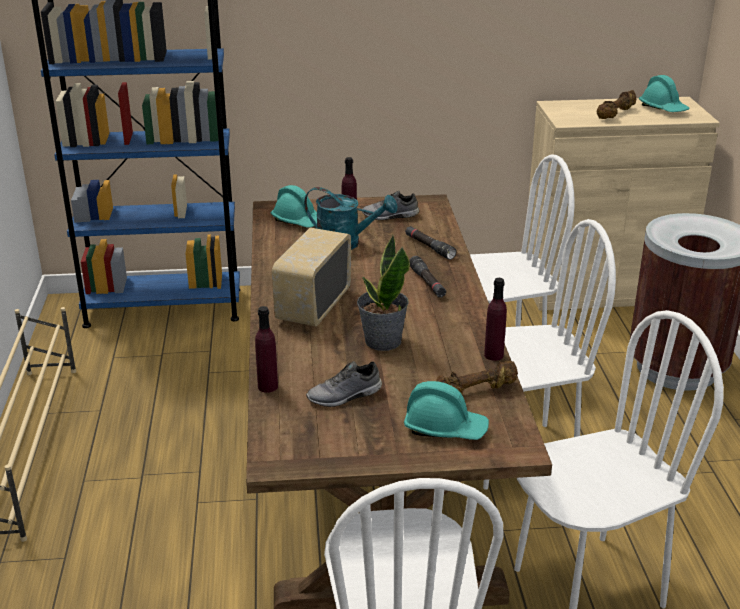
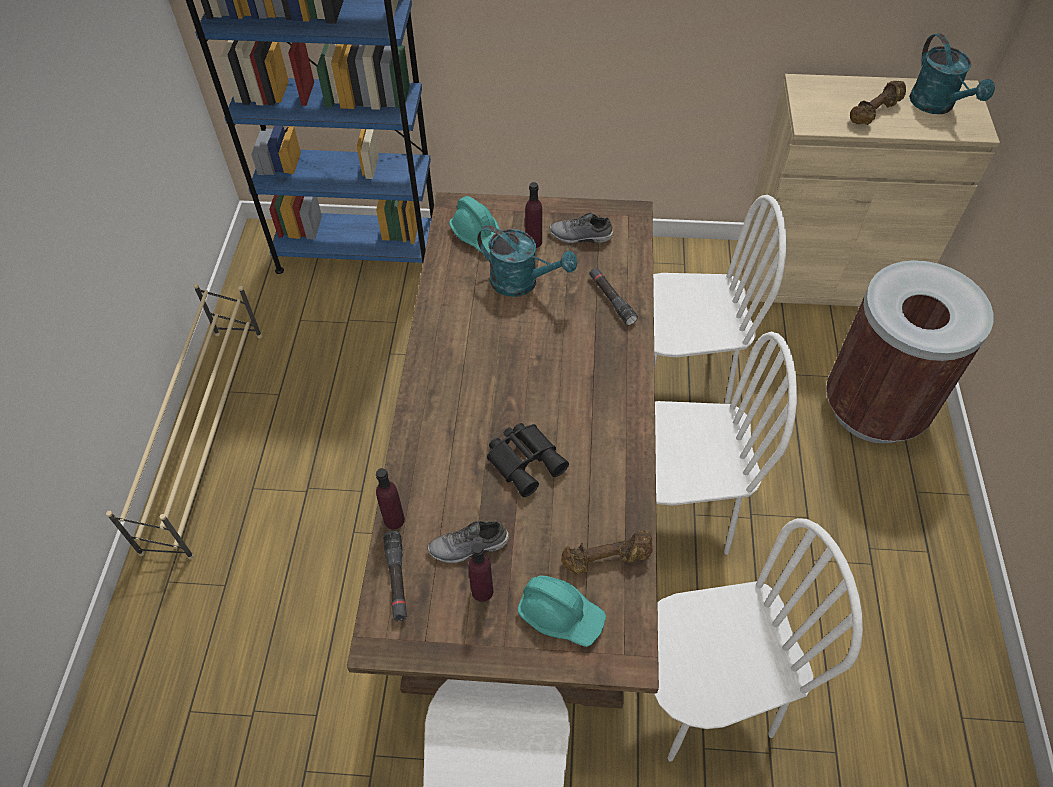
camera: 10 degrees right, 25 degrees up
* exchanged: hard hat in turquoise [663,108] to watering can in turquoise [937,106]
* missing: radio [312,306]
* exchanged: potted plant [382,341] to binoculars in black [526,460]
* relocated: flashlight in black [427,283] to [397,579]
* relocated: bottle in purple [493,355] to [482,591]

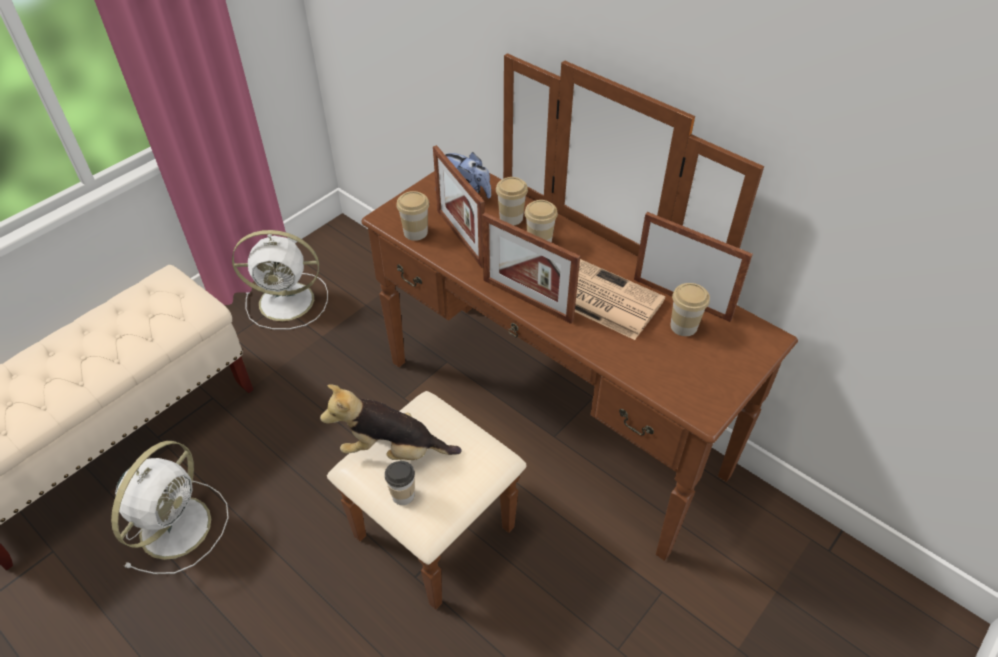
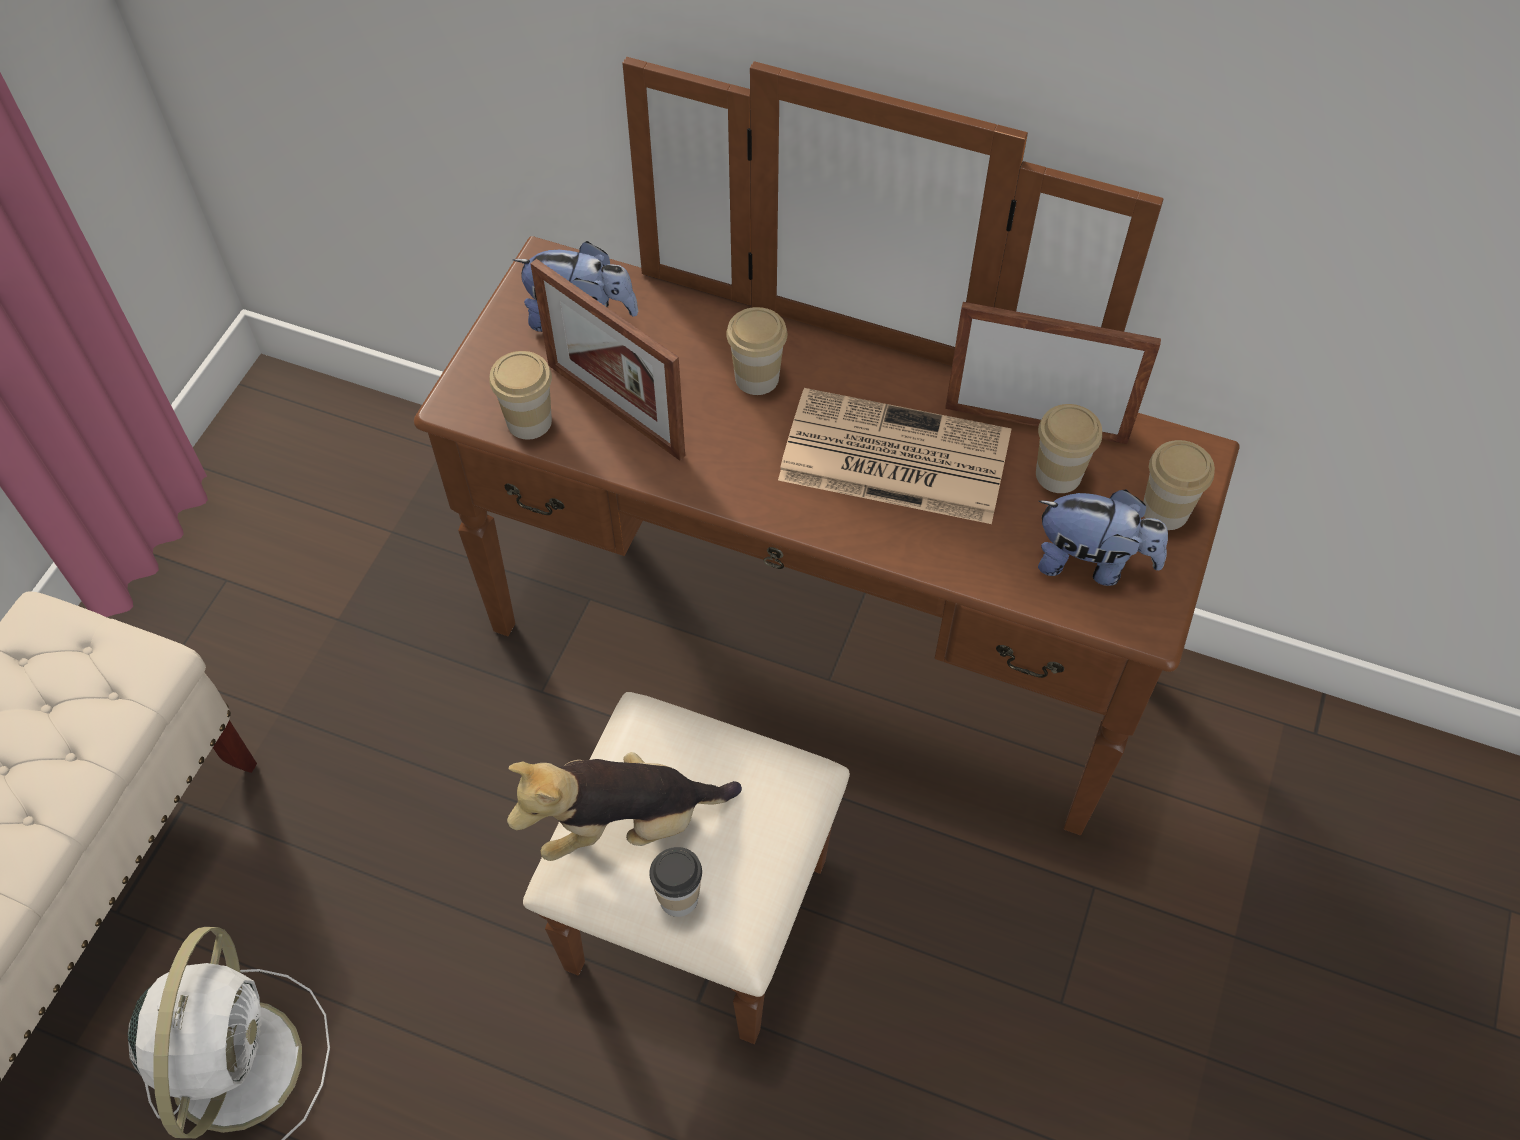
camera: 20 degrees left, 10 degrees up
* relocated: cup [511,218] to [1165,510]
* missing: picture frame [527,300]
* missing: fan in white [289,301]
* appeared: plush toy [1092,562]

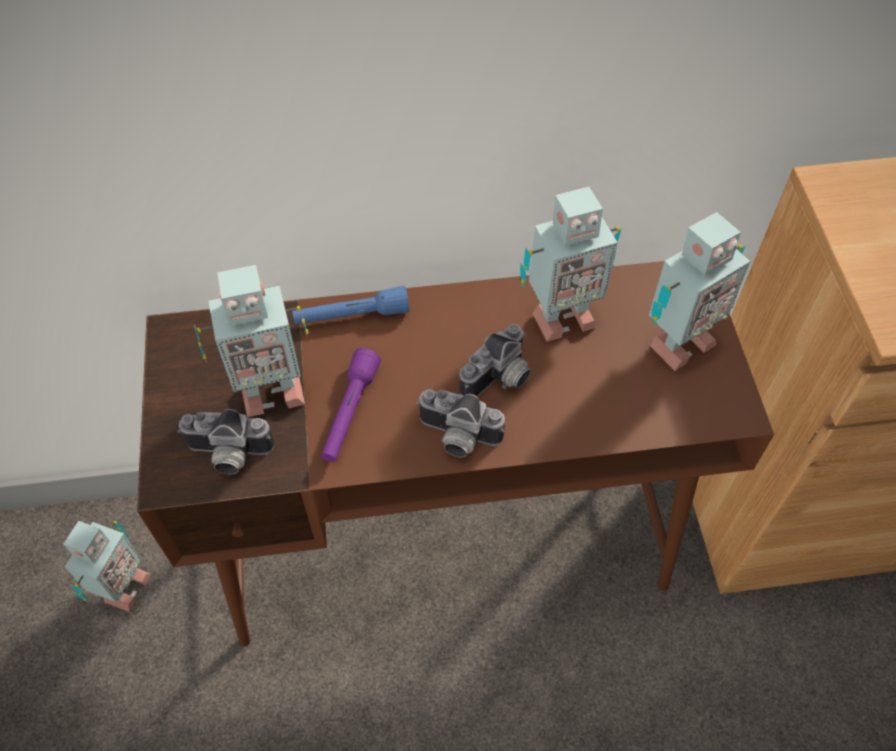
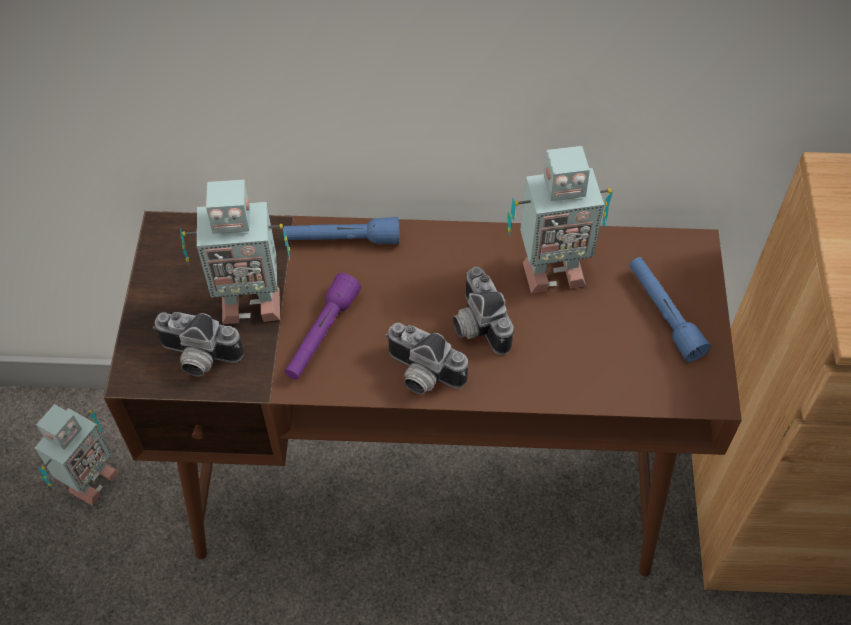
camera: 10 degrees right, 0 degrees up
* exchanged: toy robot [676,343] to flashlight in blue [663,314]
* spun: photo camera [500,380] = [476,325] 105 degrees clockwise

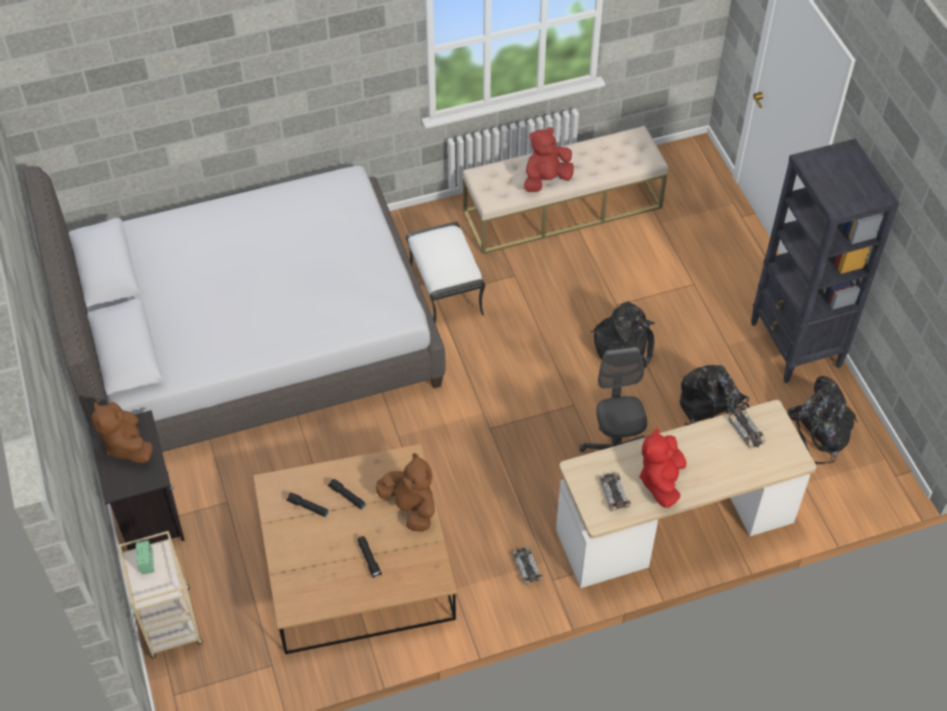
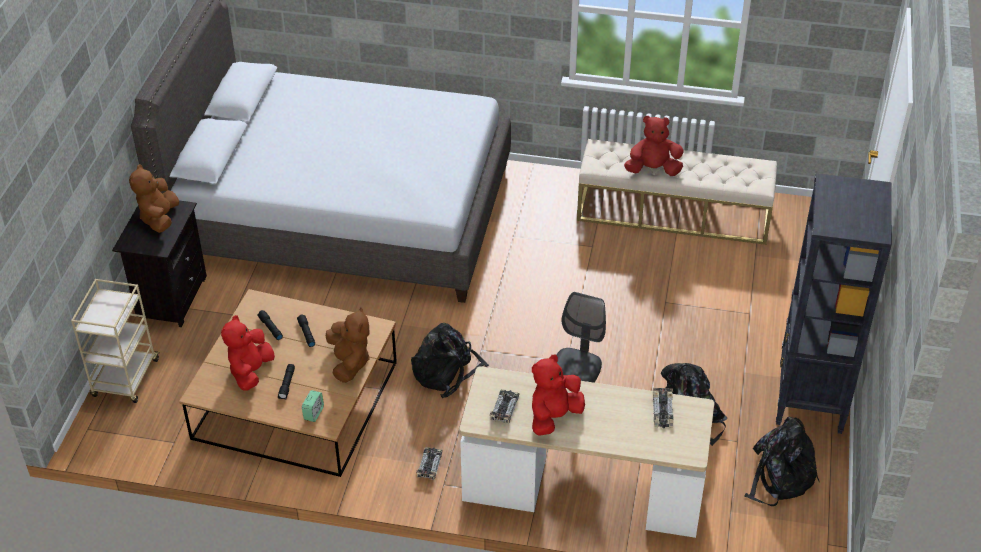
camera: 30 degrees right, 10 degrees down
* missing: ottoman in white [444,290]
* relocated: backpack in black [624,344] to [447,372]
* relocated: alarm clock [147,563] to [313,413]
* appeared: plush toy in red [251,371]

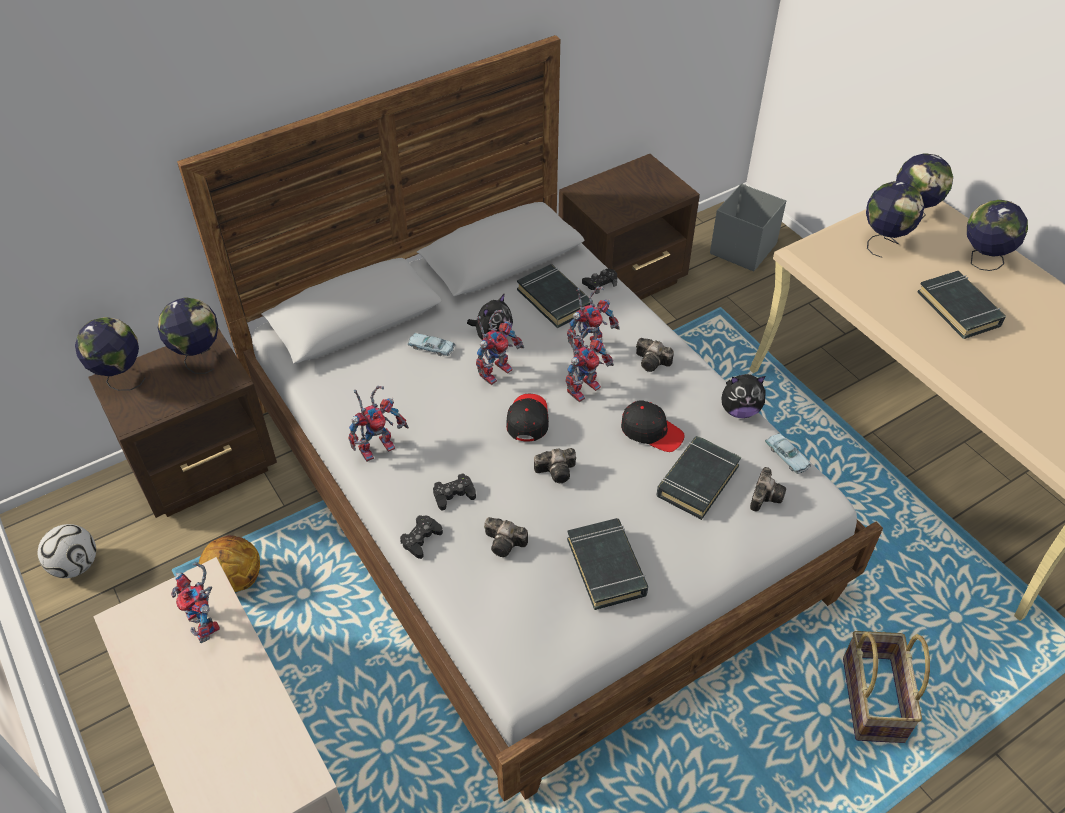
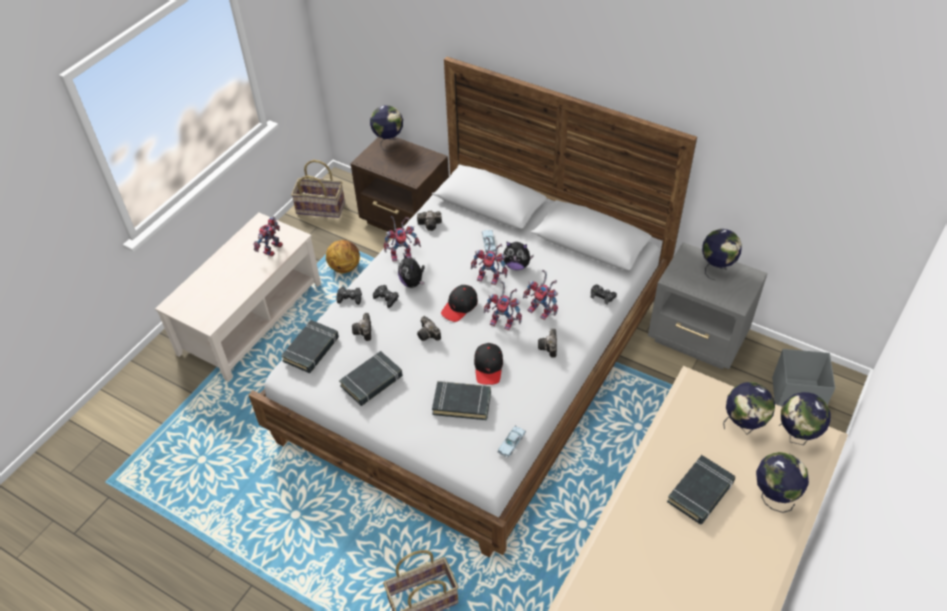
camera: 65 degrees right, 0 degrees up
* colour: nightstand in brown [624,281] to nightstand in grey [698,339]
* relocated: book in black [554,300] to [311,349]
* relocated: globe [199,357] to [716,268]
* relocated: plush toy [739,410] to [412,282]
* spun: toy robot [378,445] = [402,254] 45 degrees counterclockwise
* spun: cap in black [527,420] = [460,306] 150 degrees clockwise
* relocated: photo camera [765,495] to [431,224]
* exchanged: football [76,565] to basket [321,207]

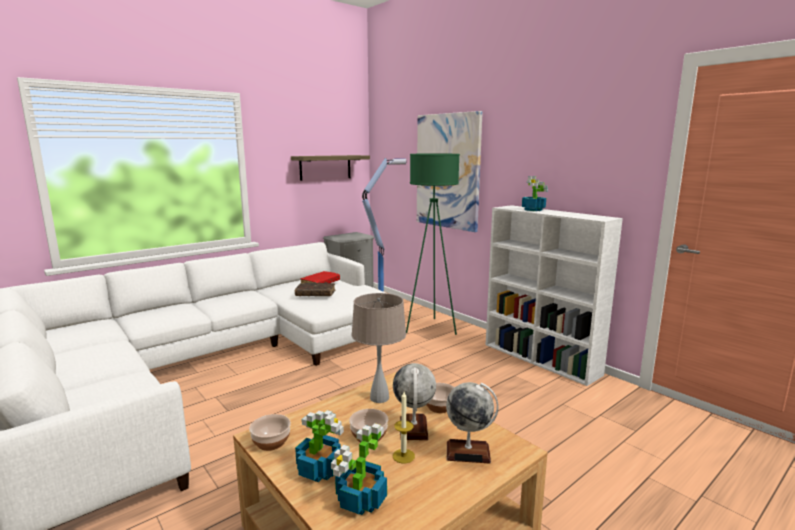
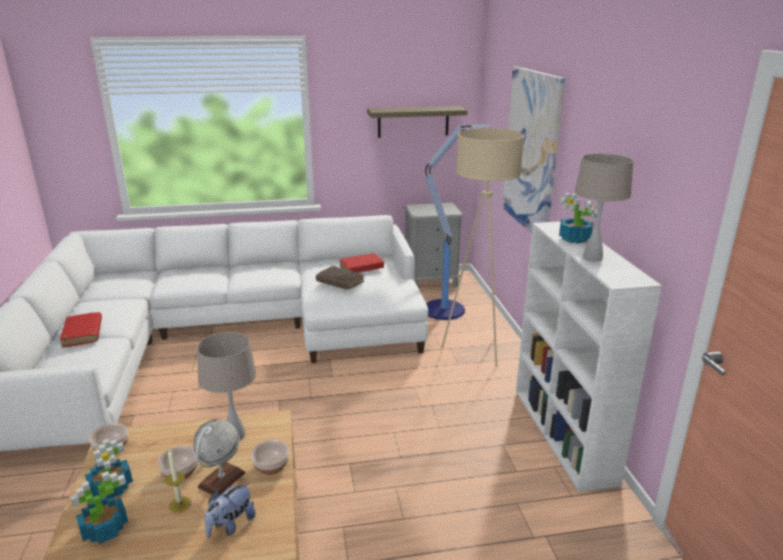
camera: 30 degrees right, 10 degrees up
* colour: floor lamp in green [431,328] to floor lamp in beige [477,349]
* exchanged: globe [468,452] to plush toy [231,525]
* appeared: table lamp in beige [592,257]
* appeared: book in red [83,334]

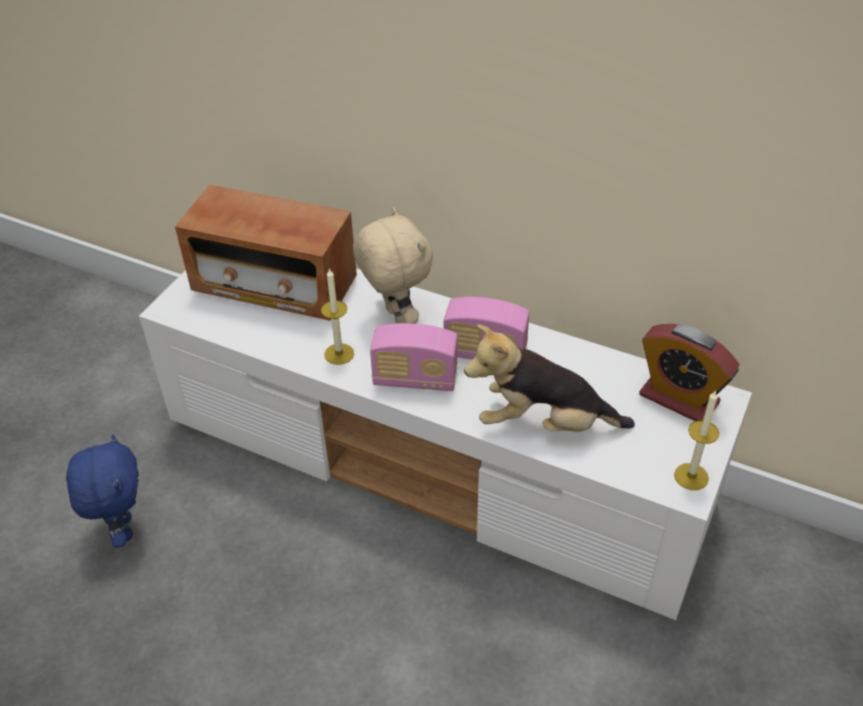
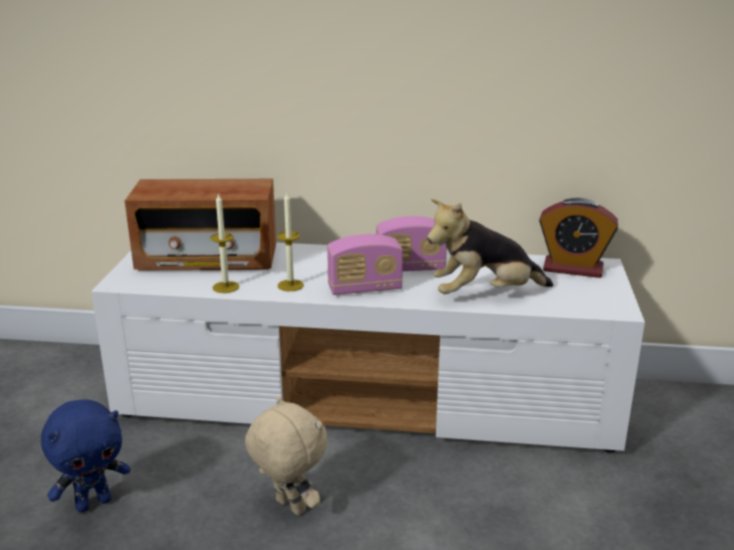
camera: 20 degrees left, 20 degrees down
* relocated: plush toy in beige [395,317] to [288,507]
* relocated: candle [691,476] to [225,287]
* spun: plush toy in blue [122,529] = [94,503] 90 degrees clockwise

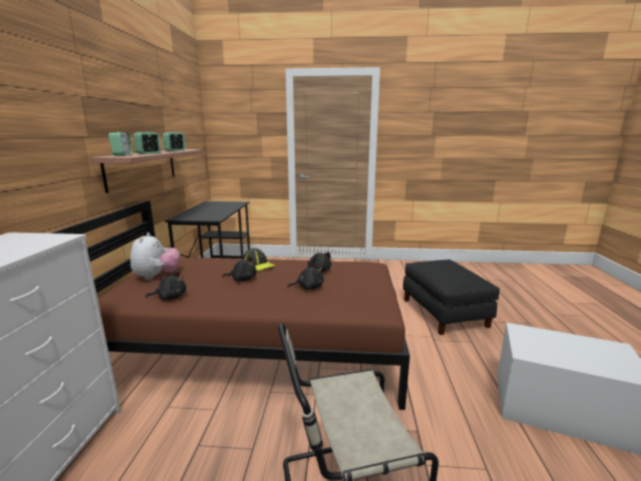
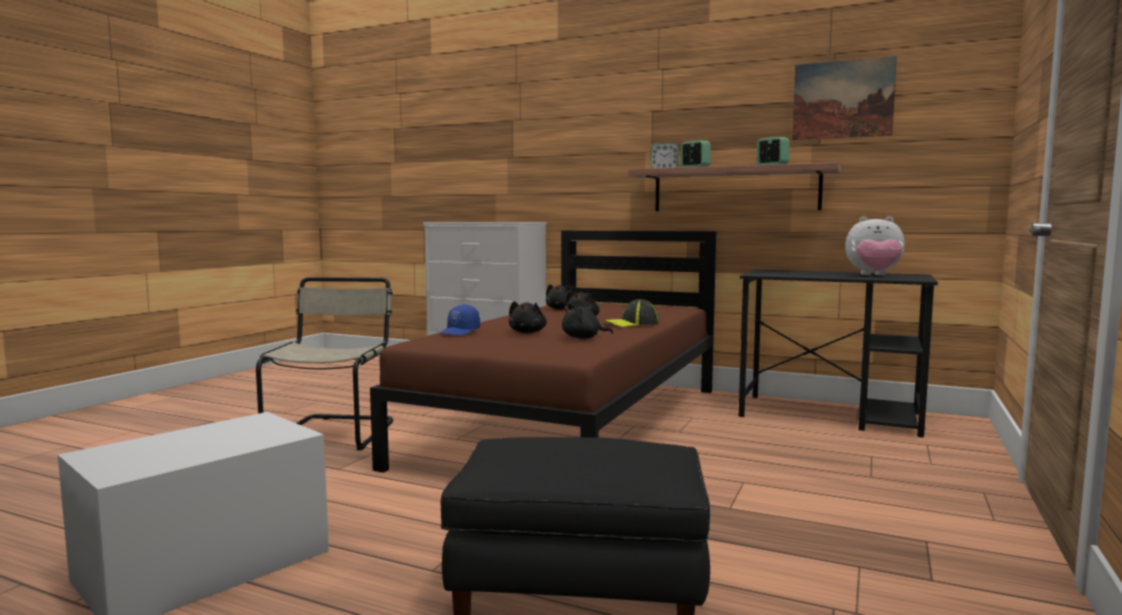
camera: 110 degrees right, 10 degrees down
* relocated: plush toy [157,276] to [874,275]
* appeared: picture [842,99]
* appeared: cap in blue [460,332]

